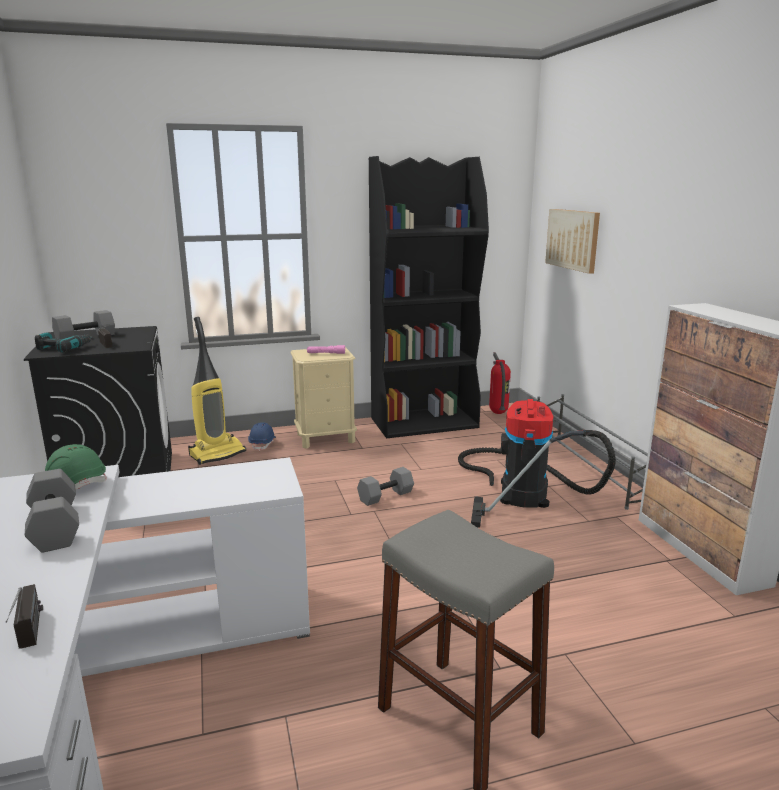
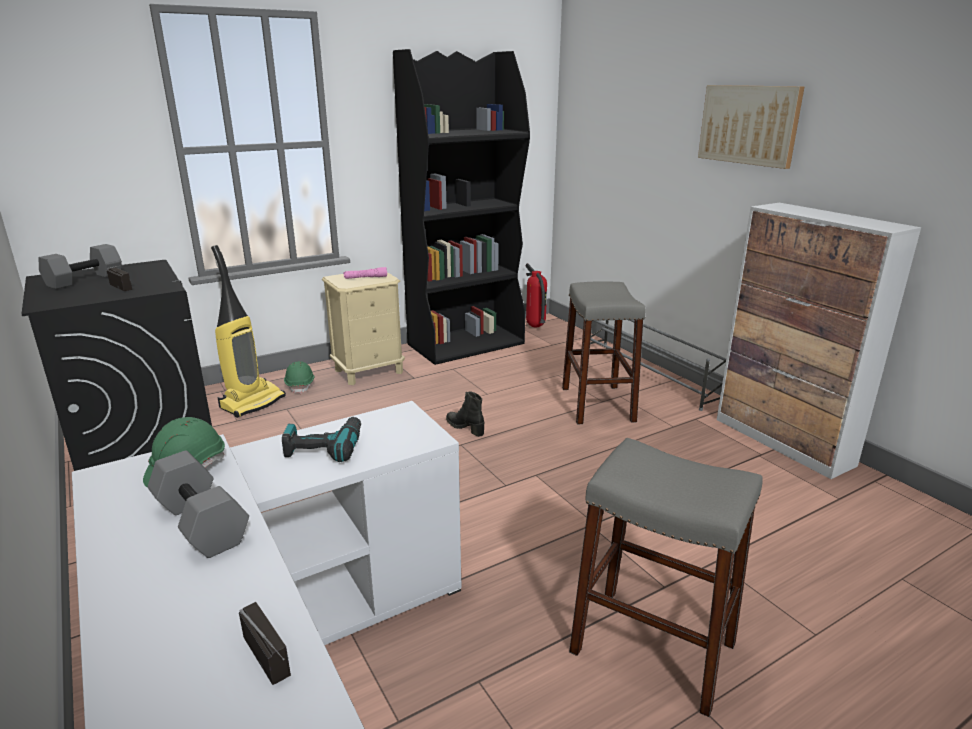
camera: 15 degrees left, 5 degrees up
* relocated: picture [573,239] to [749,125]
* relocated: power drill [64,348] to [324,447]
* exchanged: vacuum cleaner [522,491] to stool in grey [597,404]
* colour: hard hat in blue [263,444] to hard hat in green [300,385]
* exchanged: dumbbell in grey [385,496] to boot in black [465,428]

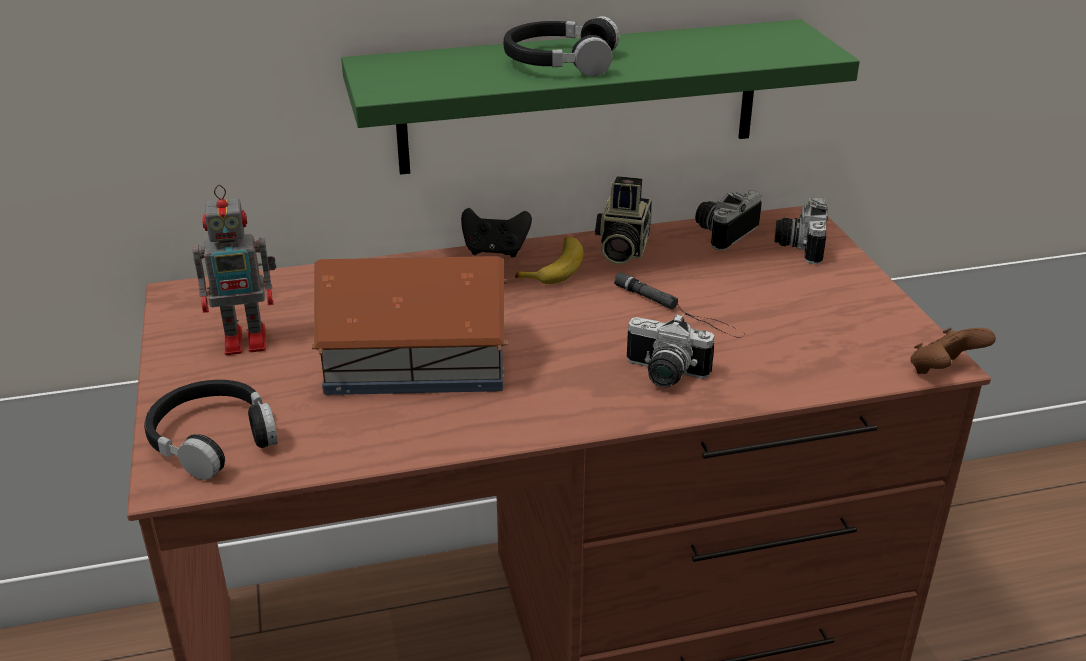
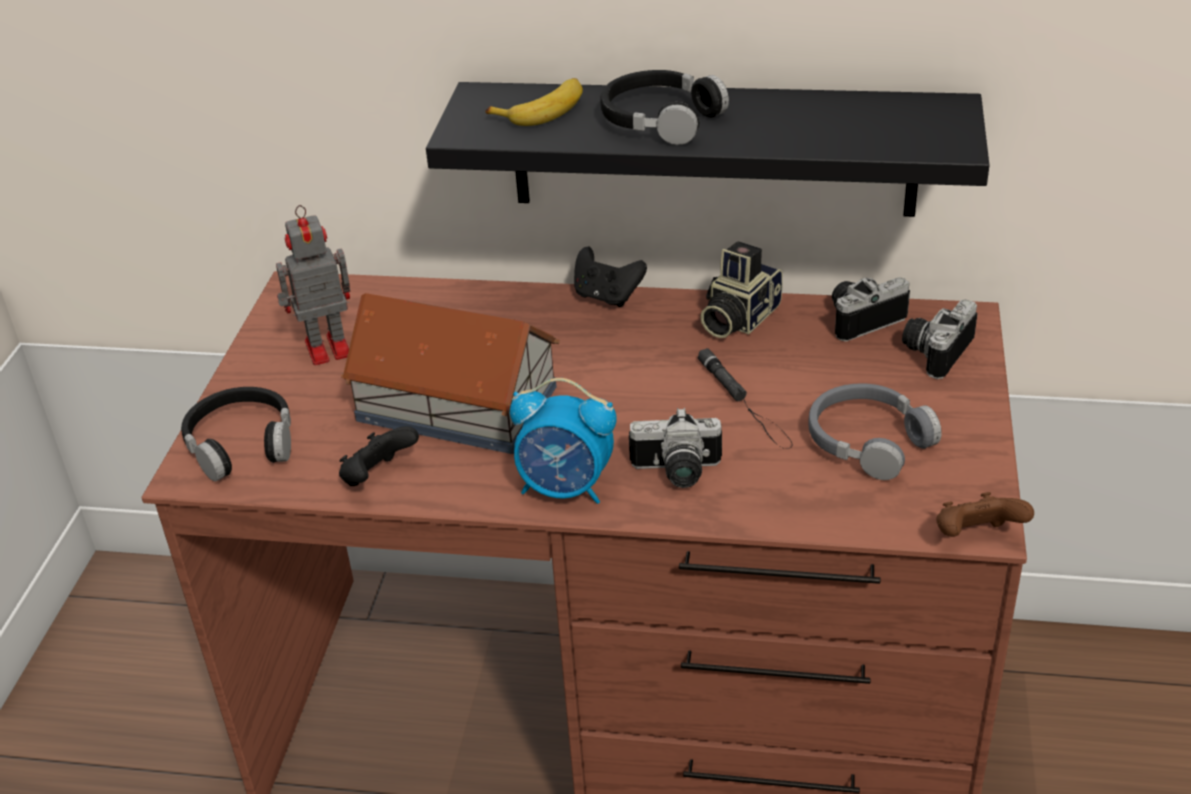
camera: 25 degrees right, 5 degrees up
* colour: shelf in green [580,97] to shelf in black [712,148]
* spun: toy robot [248,339] = [325,349] 150 degrees clockwise
* relocated: banana [554,267] to [543,110]
* spun: photo camera [663,375] = [676,473] 45 degrees counterclockwise
* appeared: alarm clock [566,488]
* appeared: headphones in grey [868,441]
* appeared: game controller in black [378,477]

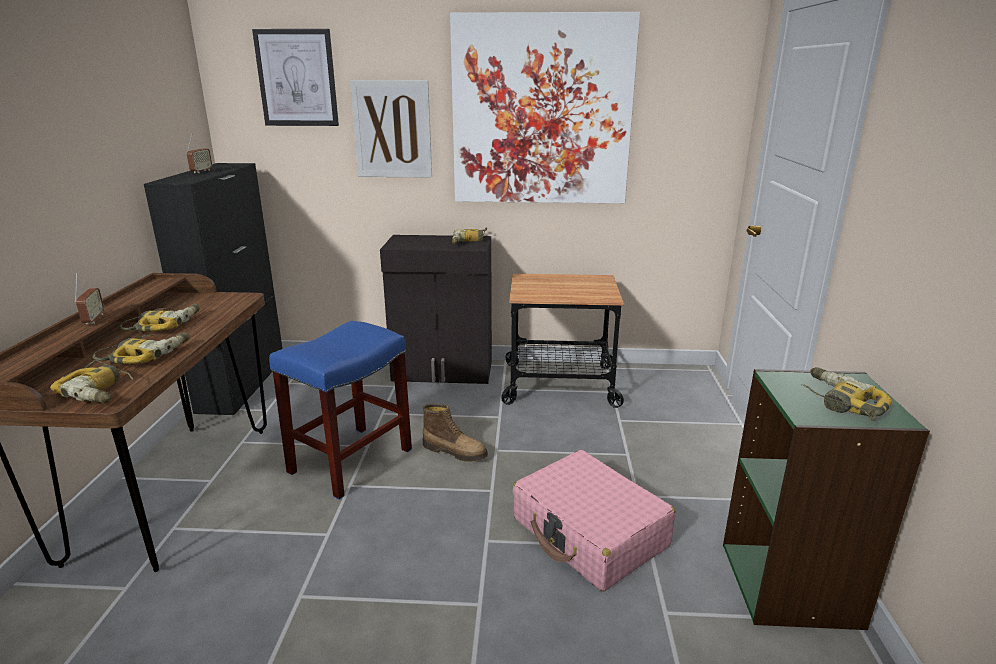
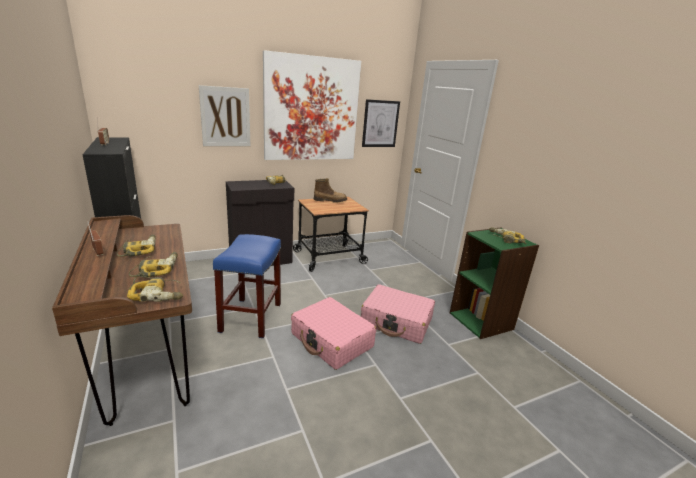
camera: 30 degrees left, 0 degrees up
* relocated: picture [297,78] to [380,124]
* relocated: boot [455,451] to [330,200]
* appeared: suitcase in pink [332,341]

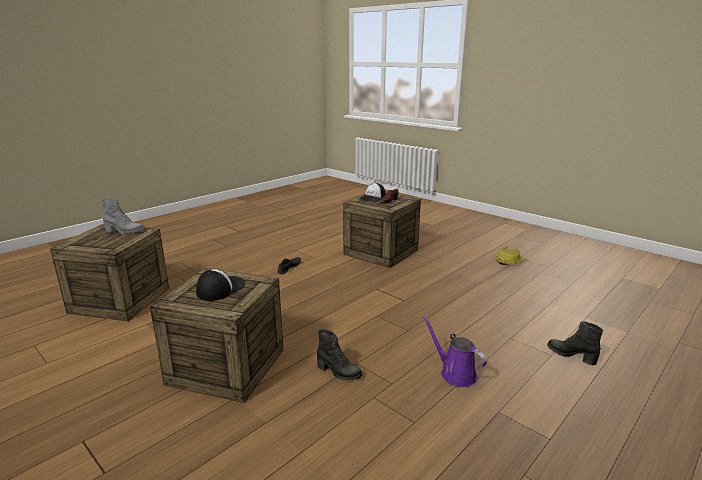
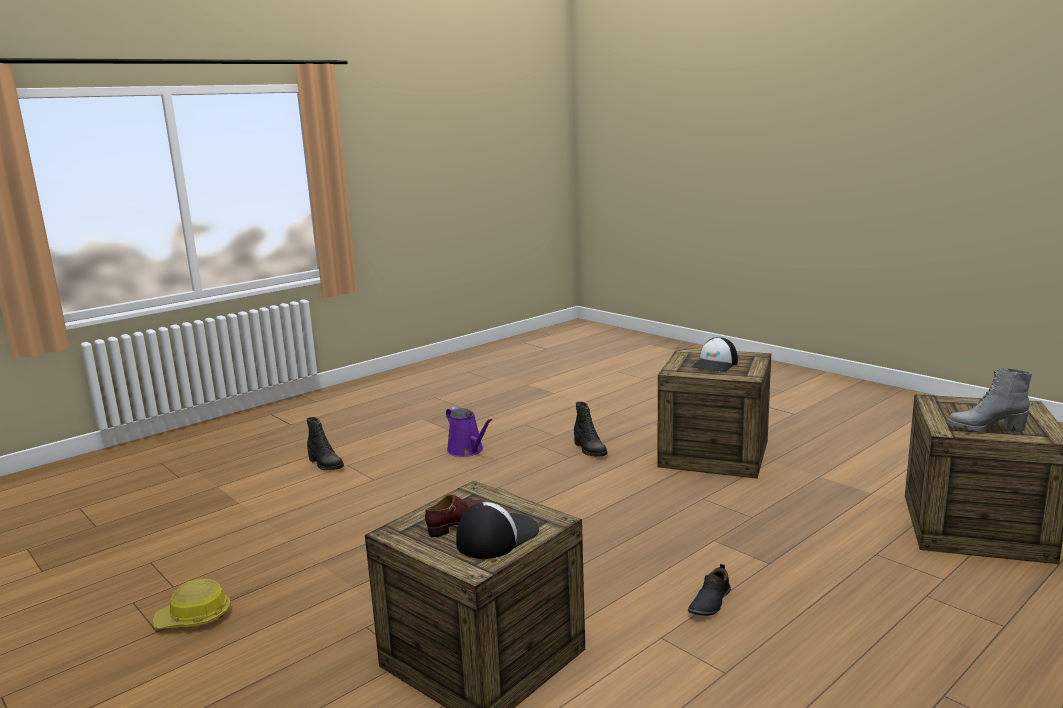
camera: 175 degrees left, 5 degrees down
* spun: boot in black [338,372] = [589,450] 150 degrees counterclockwise

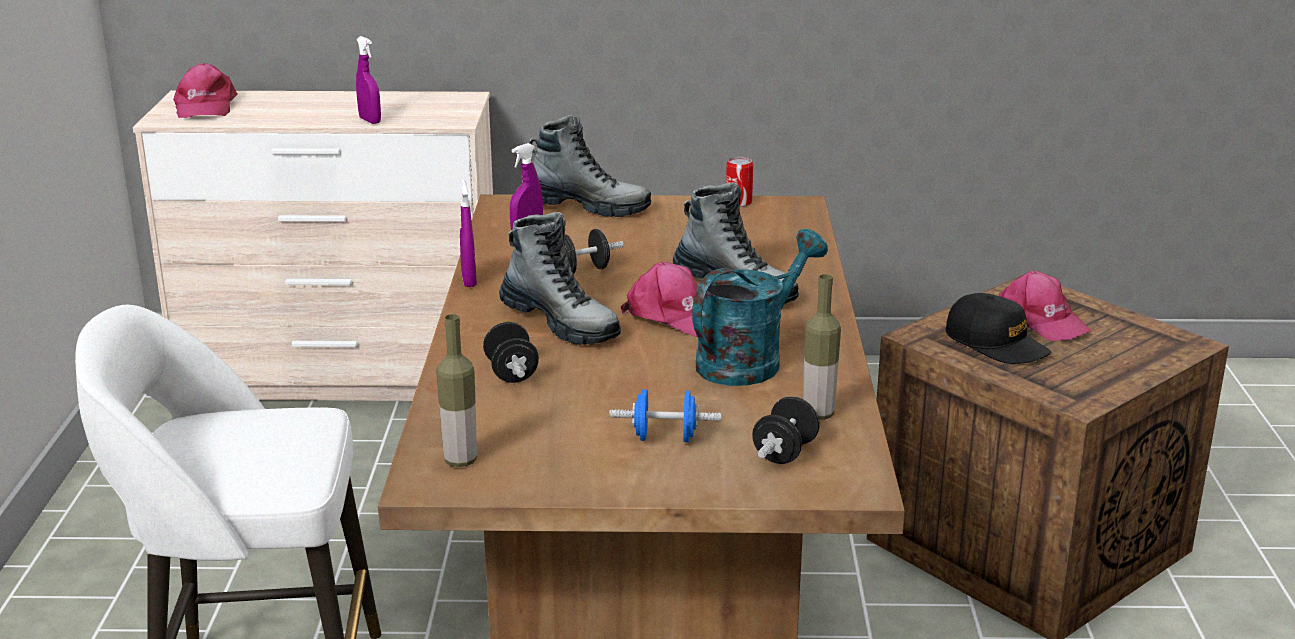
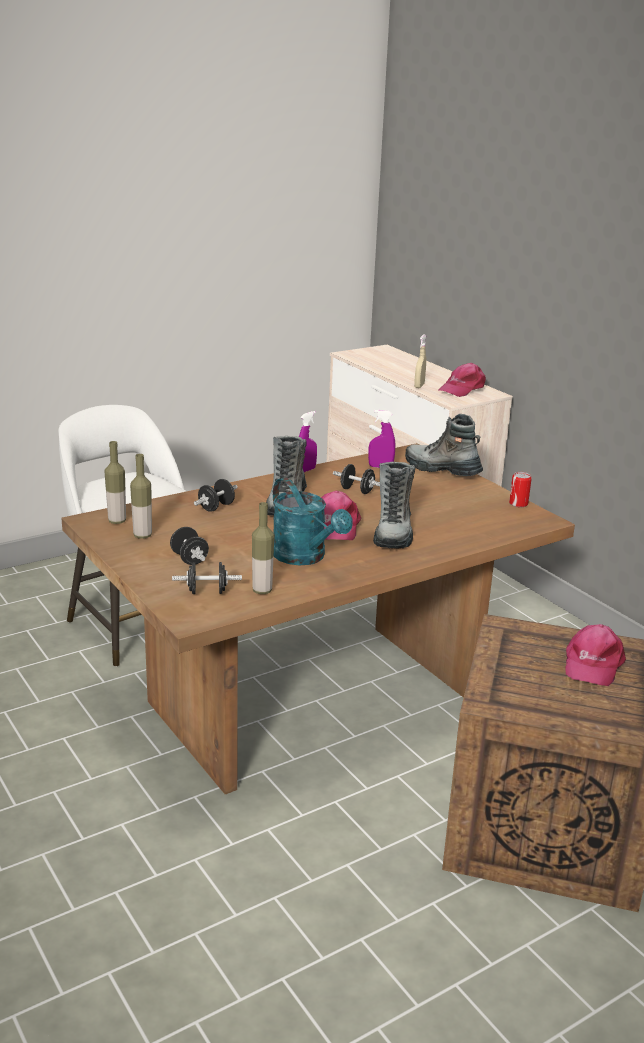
camera: 55 degrees right, 0 degrees up
* colour: spray bottle in purple [370,121] to spray bottle in beige [419,386]
* relocated: cap in pink [204,106] to [462,389]
* spun: boot [587,207] = [441,470] 150 degrees clockwise
* spun: watering can in turquoise [749,360] = [305,557] 45 degrees clockwise
* missing: cap in black [996,344]
* colour: dumbbell in blue [665,438] to dumbbell in black [189,559]
* appeared: bottle [142,535]

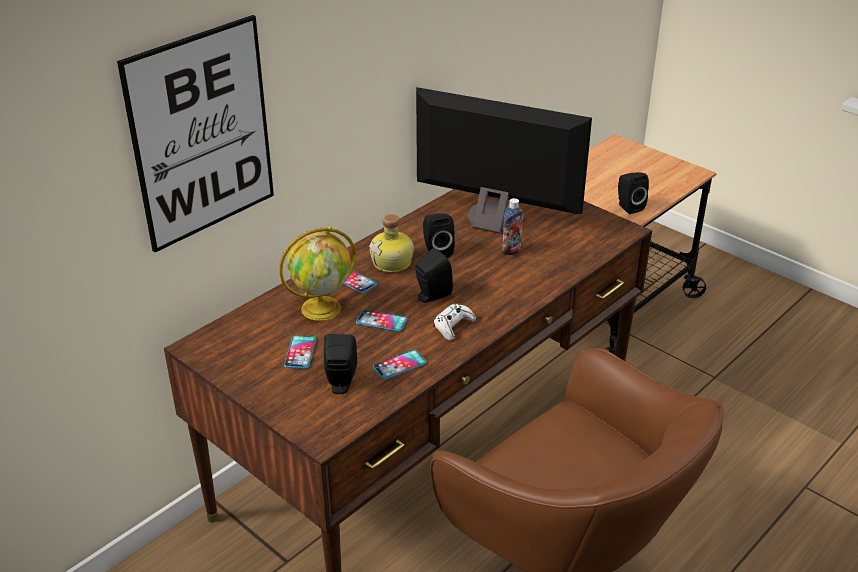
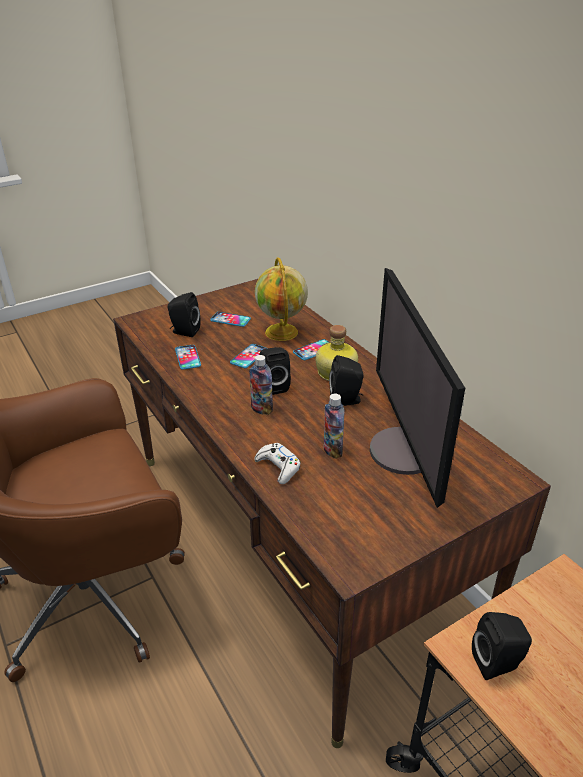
camera: 105 degrees right, 0 degrees up
* missing: picture [202,134]
* spun: monitor [494,218] = [406,452] 135 degrees clockwise
* relocated: game controller in white [453,326] to [278,467]
* appeared: bottle [261,409]

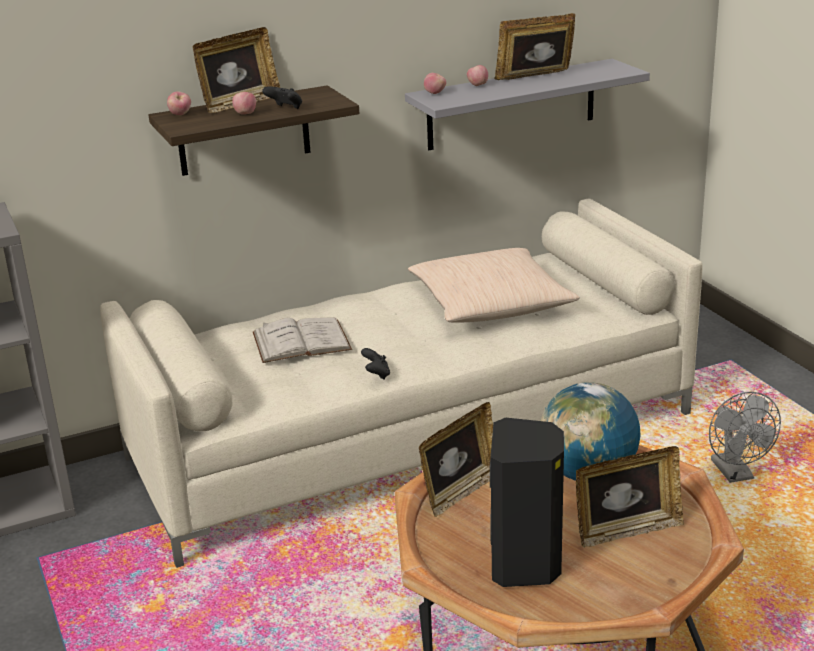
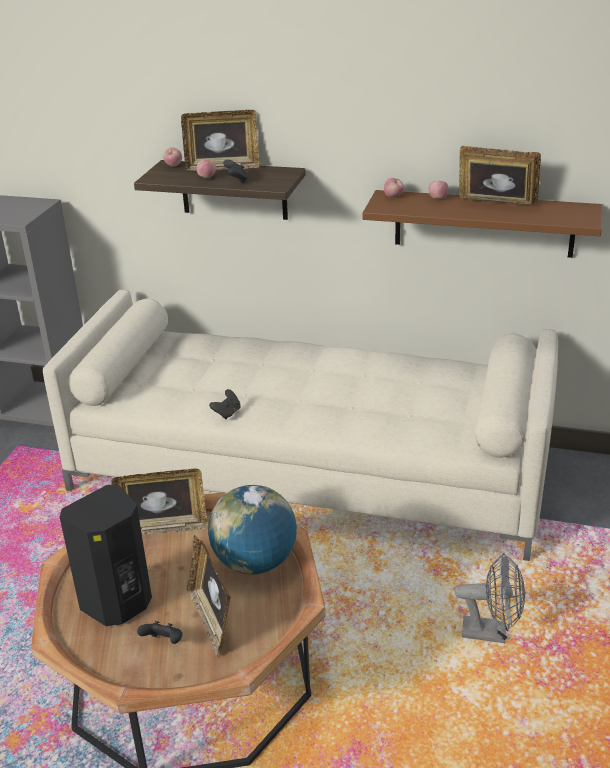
camera: 40 degrees right, 5 degrees up
* colour: shelf in grey [512,104] to shelf in brown [483,223]
* missing: pillow in beige [490,304]
* missing: book in white [301,341]
* spun: fan in grey [736,474] = [492,632] 105 degrees counterclockwise
* spun: picture frame [627,530] = [211,620] 45 degrees clockwise
* appeared: game controller in black [164,642]

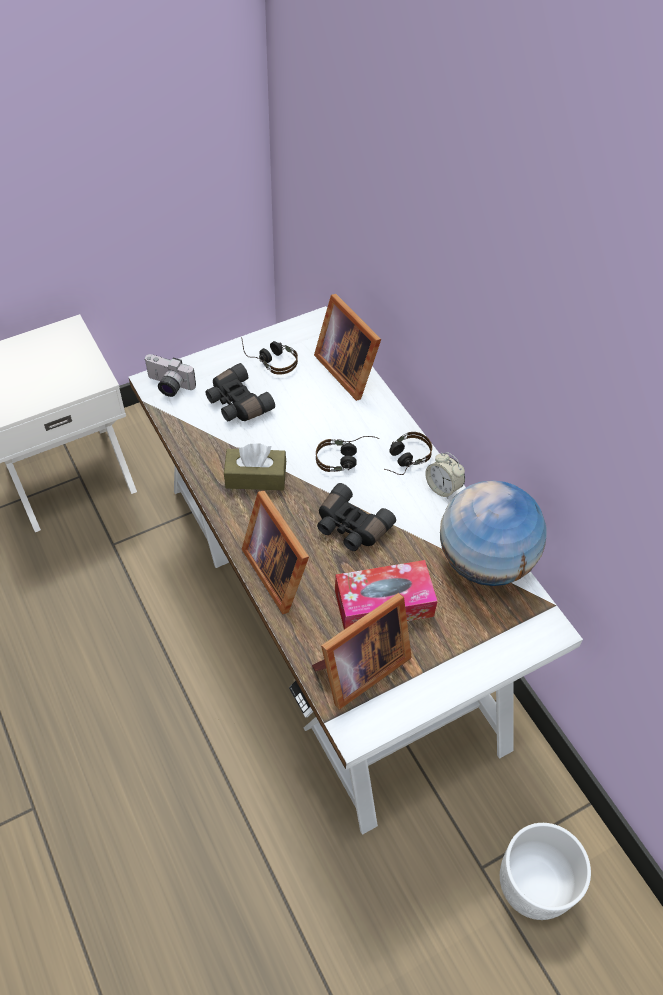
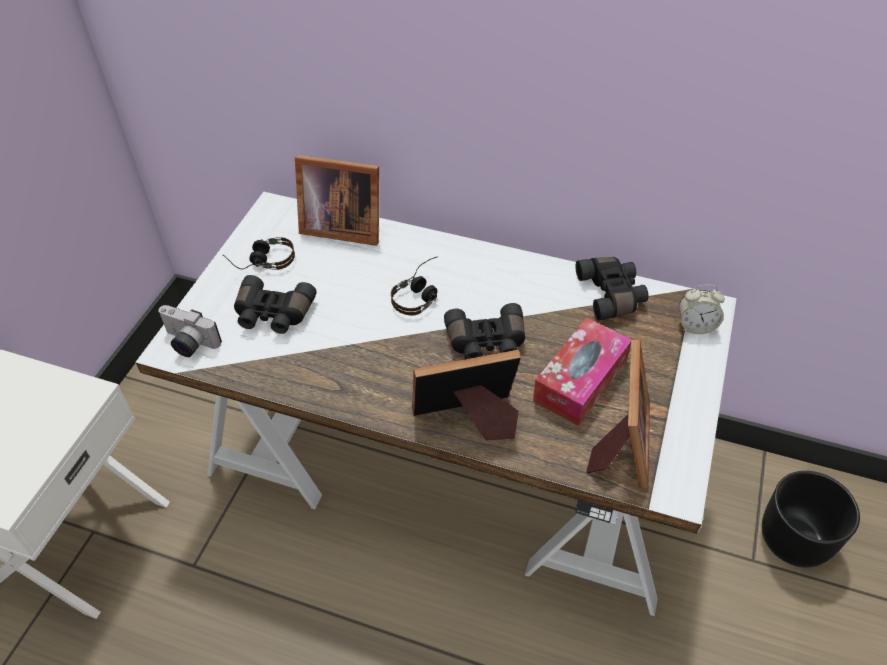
camera: 40 degrees left, 5 degrees down
* spun: photo camera [168,386] = [188,343] 45 degrees clockwise
* missing: headphones [403,460]
* missing: tissue box in brown [255,477]
* relocated: alarm clock [443,487] to [695,326]
* exchanged: globe [484,561] to binoculars in black [612,294]
* spun: picture frame [279,569] = [469,419] 150 degrees clockwise
* colour: planter in white [533,884] to planter in black [795,539]

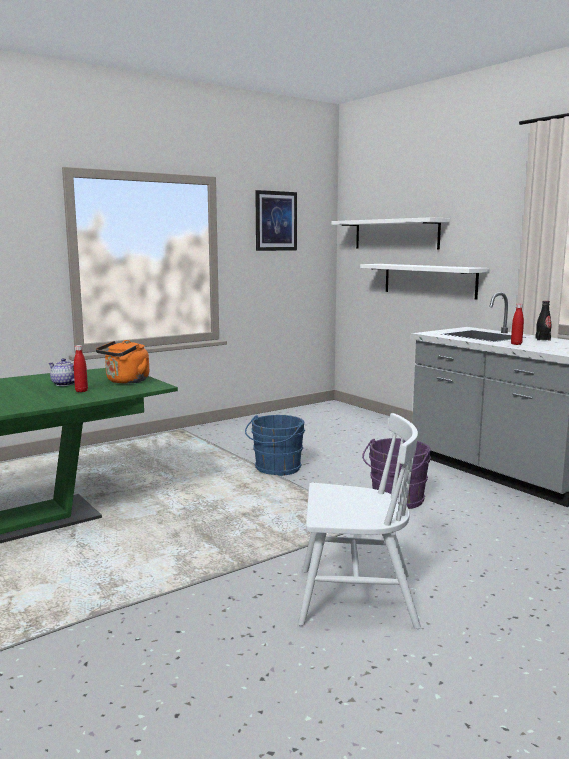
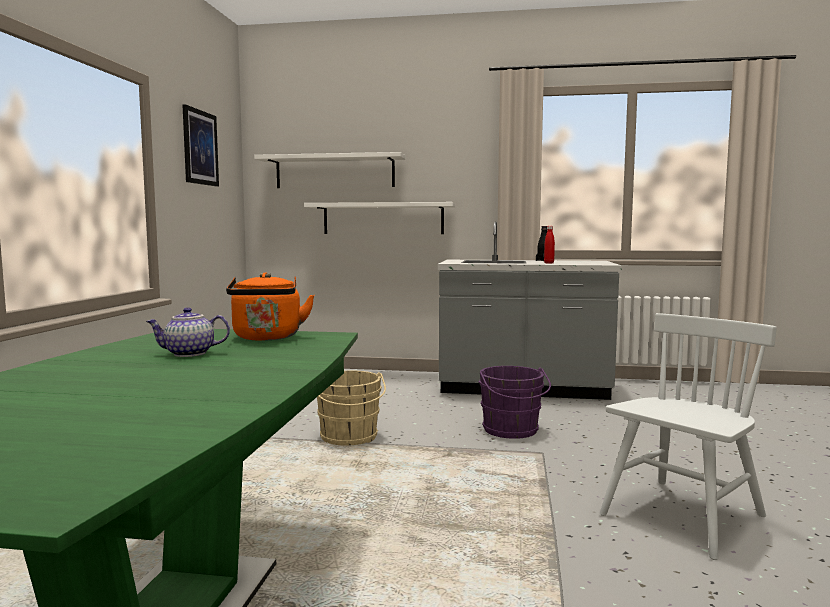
camera: 45 degrees left, 5 degrees down
* missing: bottle in red [81,391]
* colour: bucket in blue [276,469] to bucket in beige [349,438]

